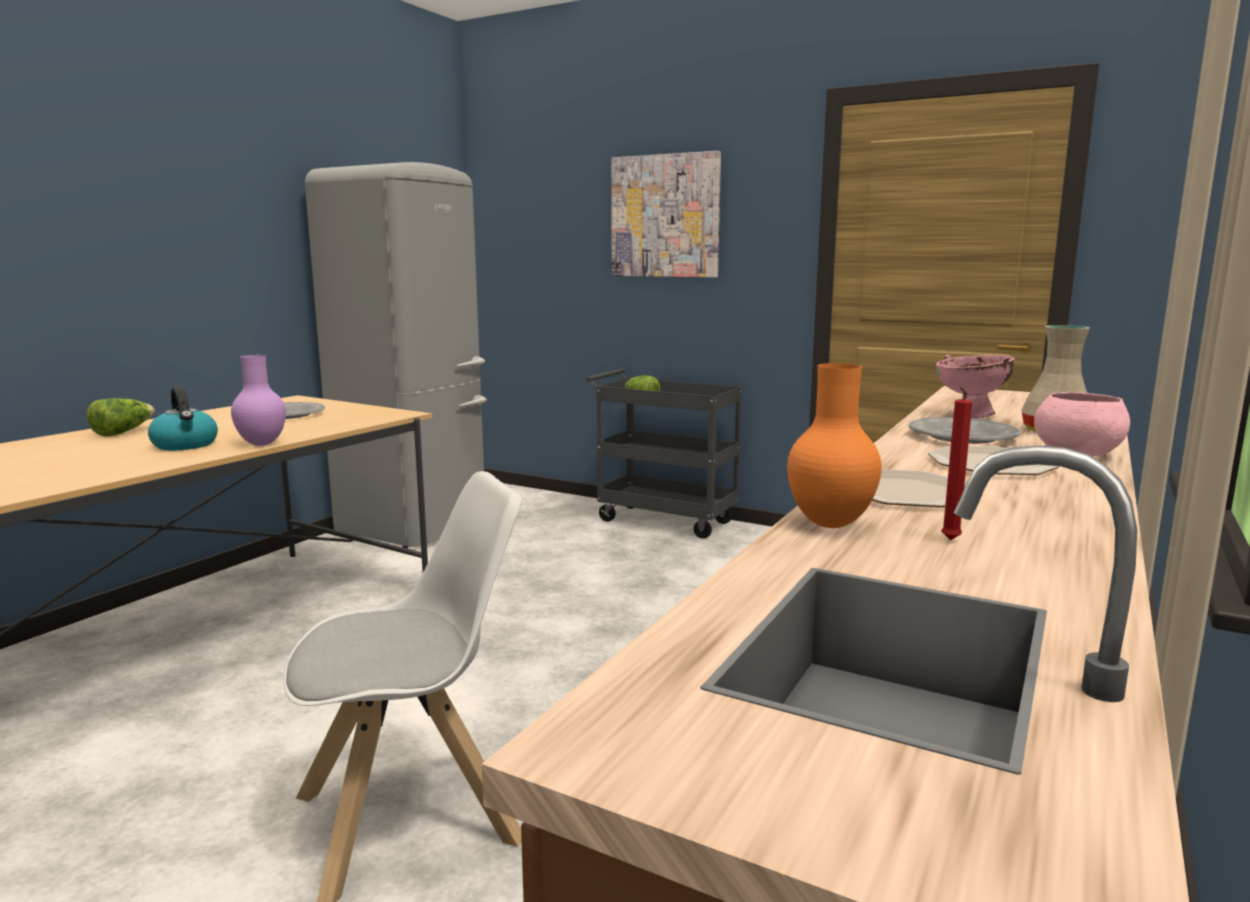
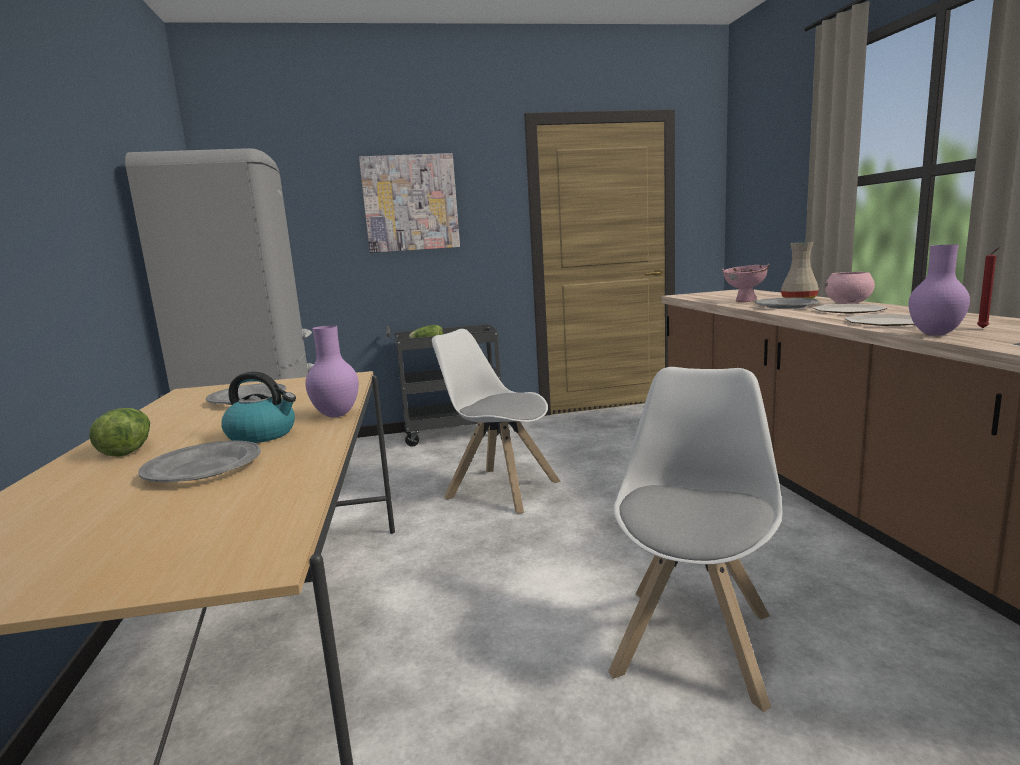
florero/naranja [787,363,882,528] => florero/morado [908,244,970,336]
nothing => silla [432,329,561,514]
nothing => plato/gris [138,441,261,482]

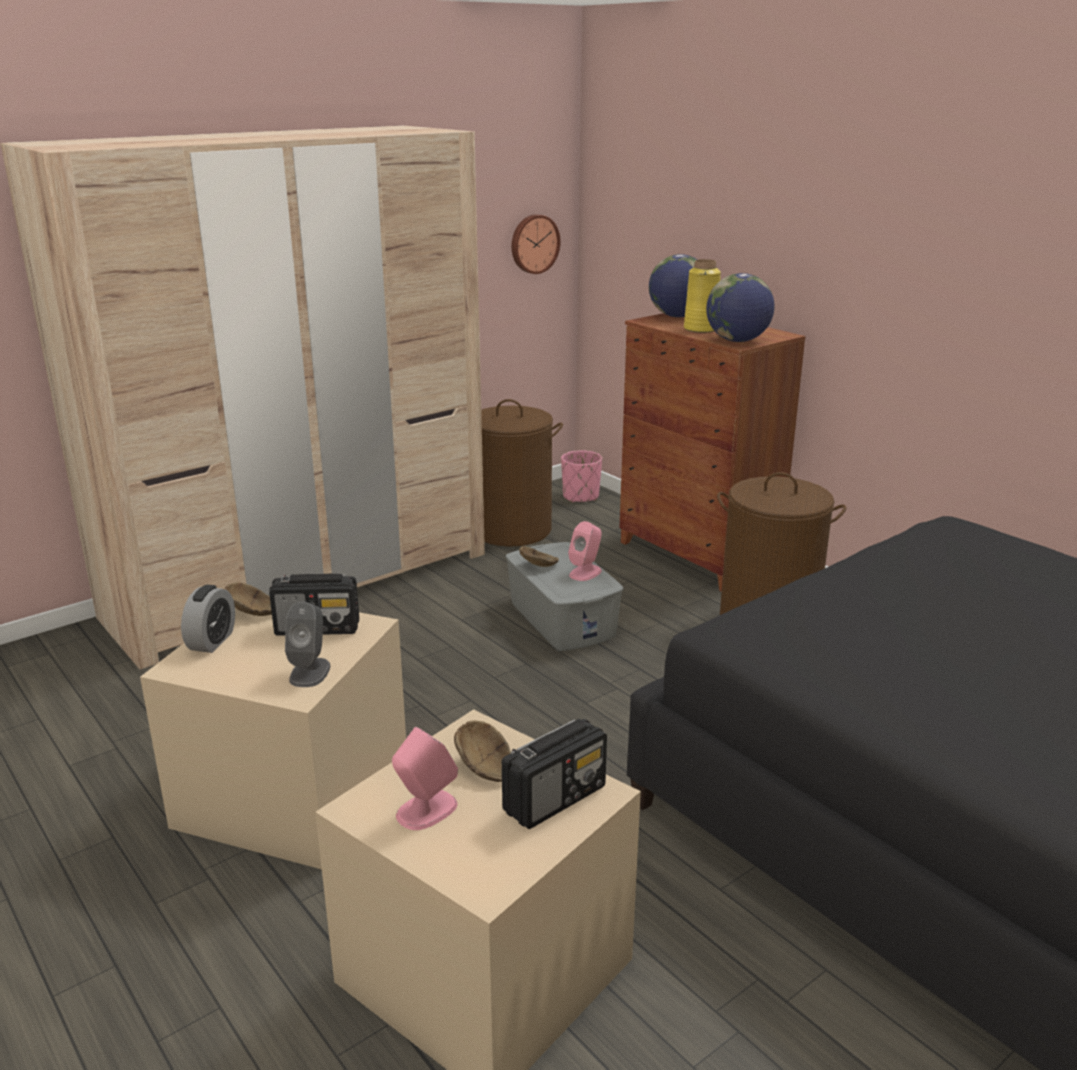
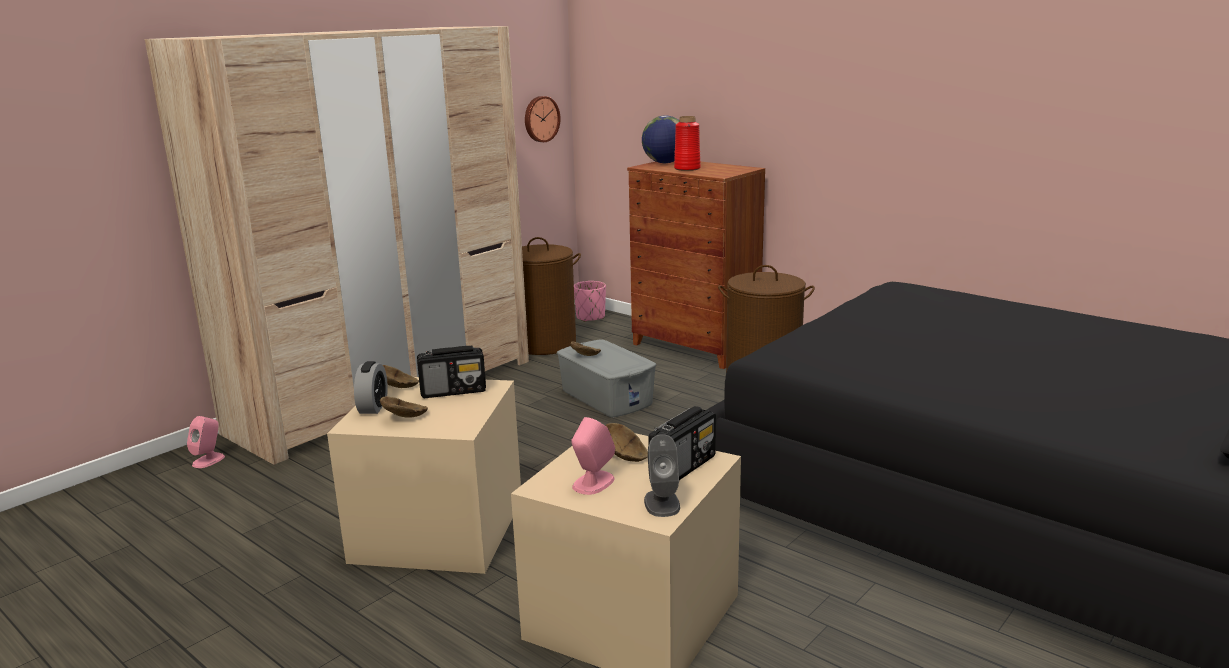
florero/amarillo [684,259,721,333] => florero/rojo [674,116,701,171]
globo terráqueo [706,273,774,342] => nothing
altavoz/rosa [568,521,602,581] => altavoz/rosa [187,416,225,468], shifted
altavoz/gris [285,602,330,687] => altavoz/gris [644,434,680,517], shifted
nothing => cuenco/marrón [380,396,428,418]

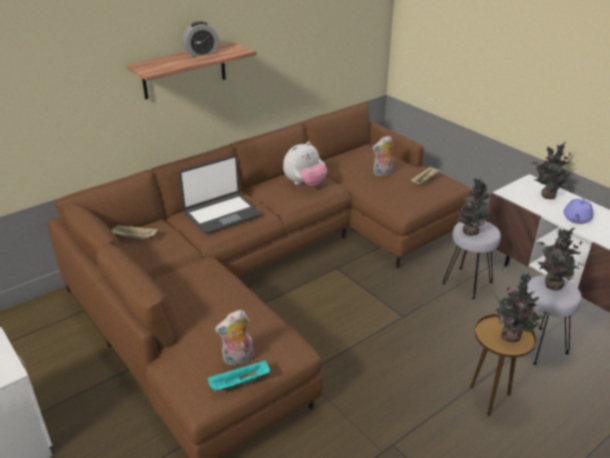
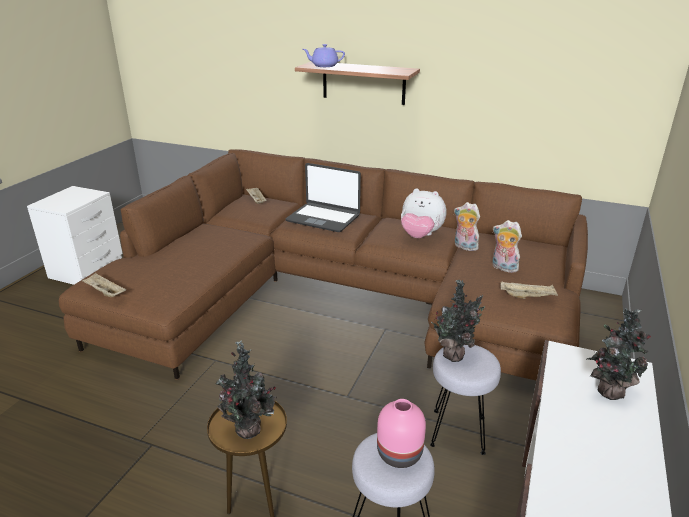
despertador [183,21,219,57] => nothing
tetera/morado [564,198,594,224] => tetera/morado [303,44,345,67], shifted
planta en maceta [538,227,587,291] => florero/rosa [377,399,426,468]
peluche [215,310,253,366] => peluche [454,202,480,251], shifted
bandeja/turquesa [207,360,270,391] => bandeja/beis [82,273,126,297]

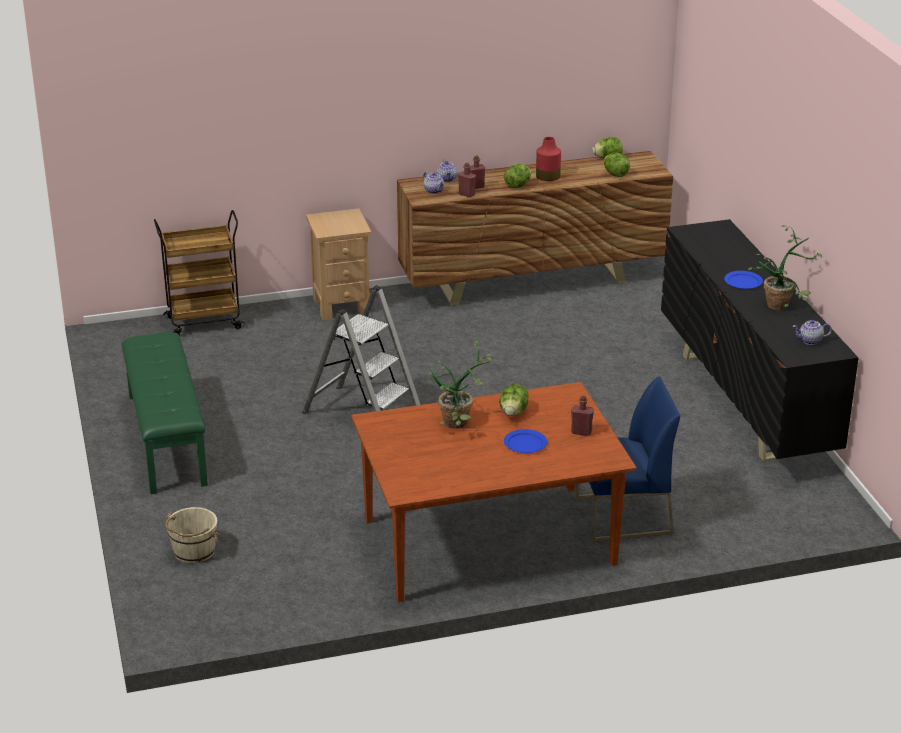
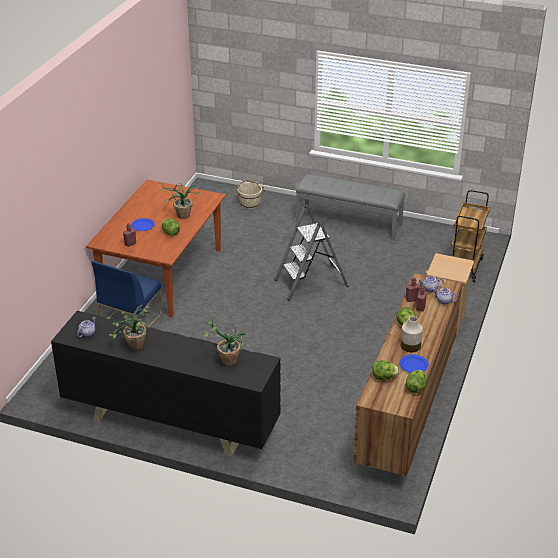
florero/rojo [536,137,561,181] => florero/beis [400,316,423,352]
plato/azul [724,271,763,289] => plato/azul [399,354,429,373], shifted
banco/verde [121,332,208,494] => banco/gris [296,174,405,240]
nothing => planta en maceta [203,311,250,366]

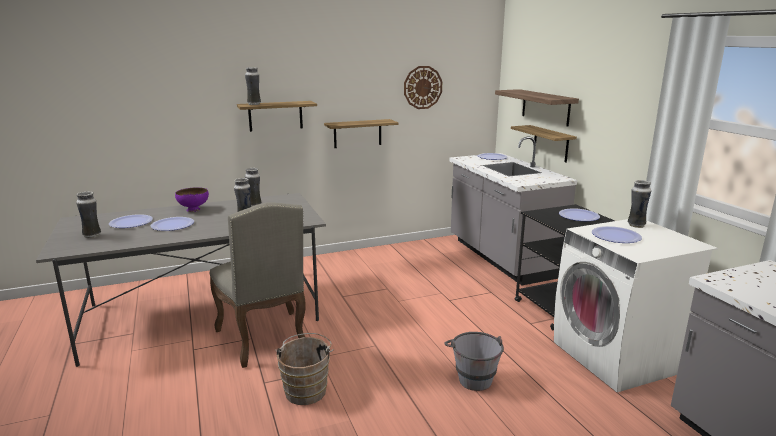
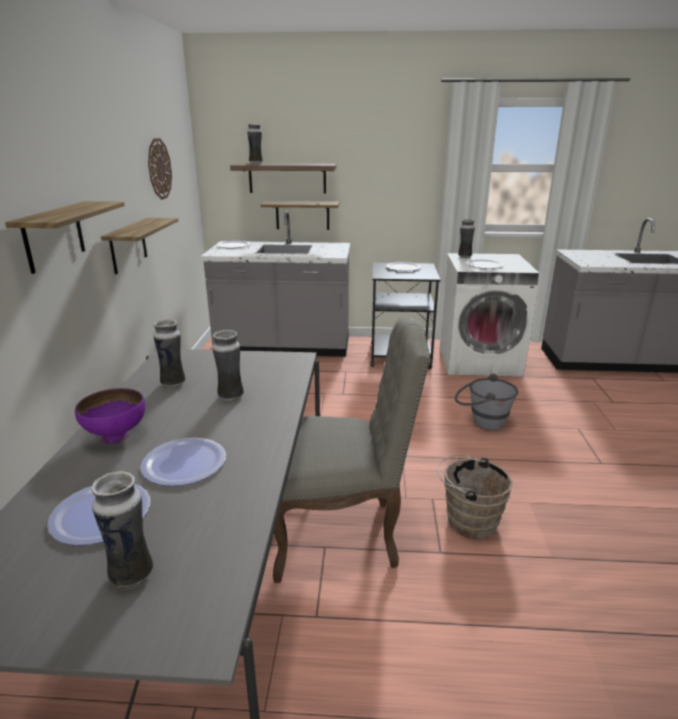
florero [245,67,261,105] => florero [247,124,263,164], shifted

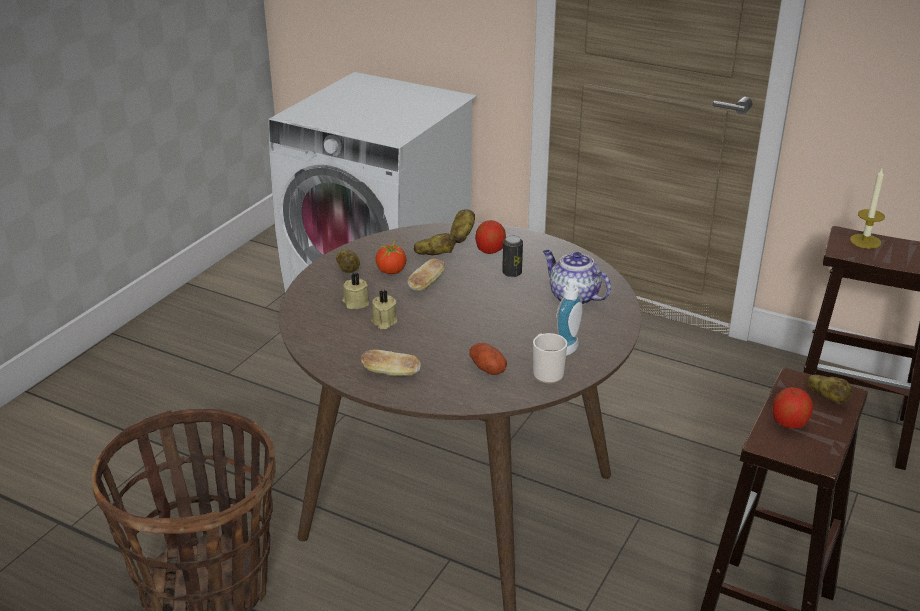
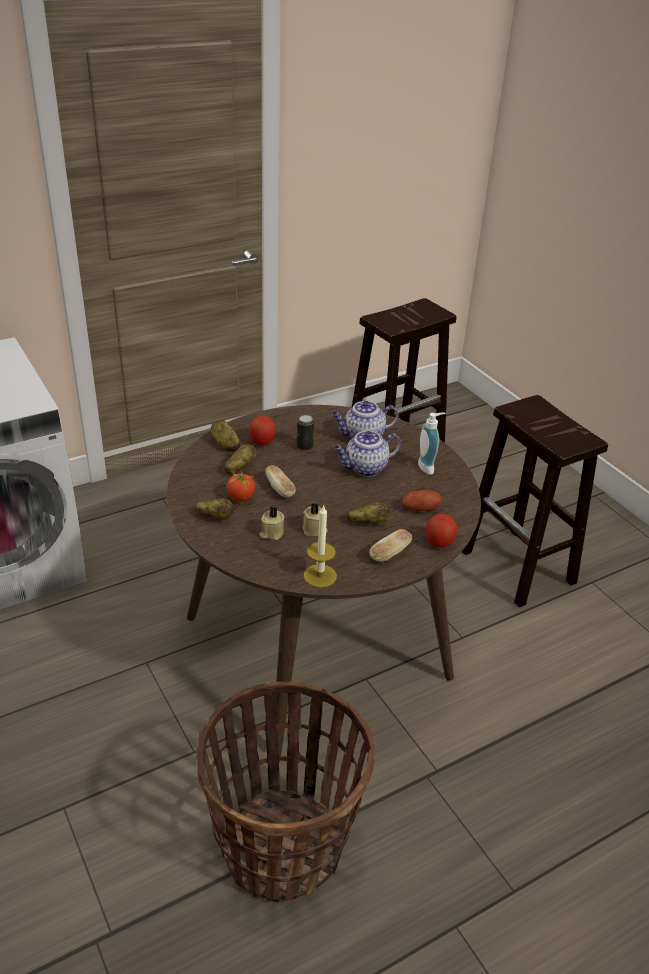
vela [850,169,885,249] => vela [303,505,337,588], shifted
taza grande [533,333,567,384] => nothing
patata [807,375,853,404] => patata [347,502,390,524], shifted
manzana [773,387,813,429] => manzana [426,514,457,547], shifted
nothing => tetera [334,431,401,477]

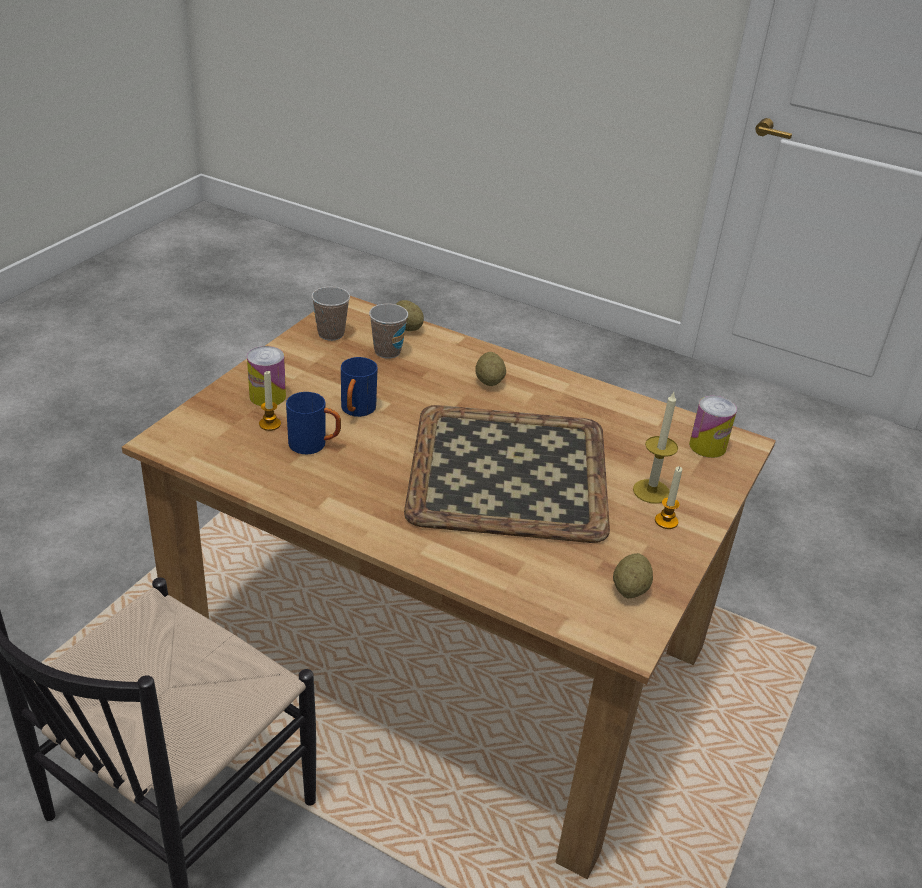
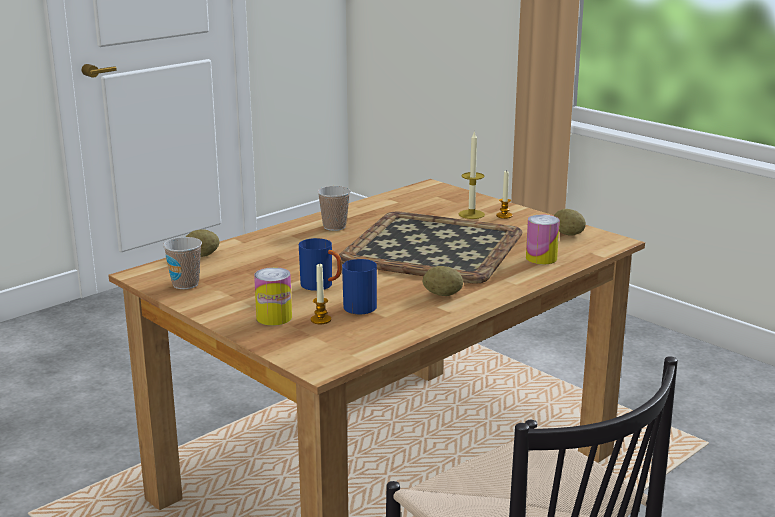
taza [369,304,408,359] => taza [317,186,350,231], shifted
patata [475,352,506,386] => patata [423,266,463,296], shifted
lata [689,396,737,458] => lata [526,214,560,265], shifted

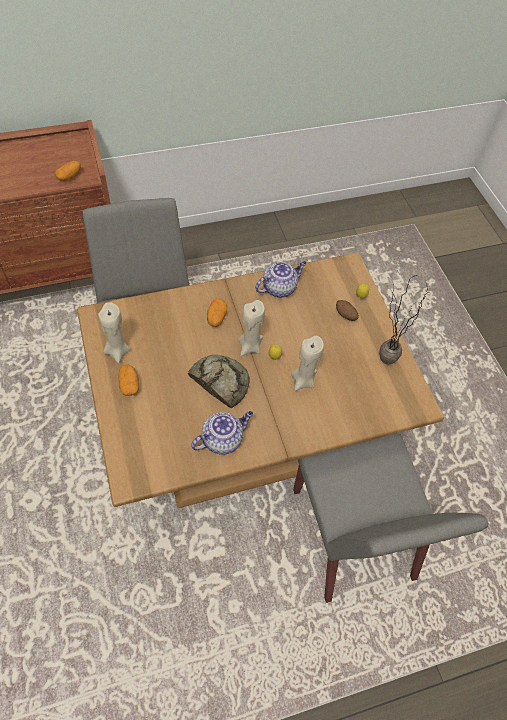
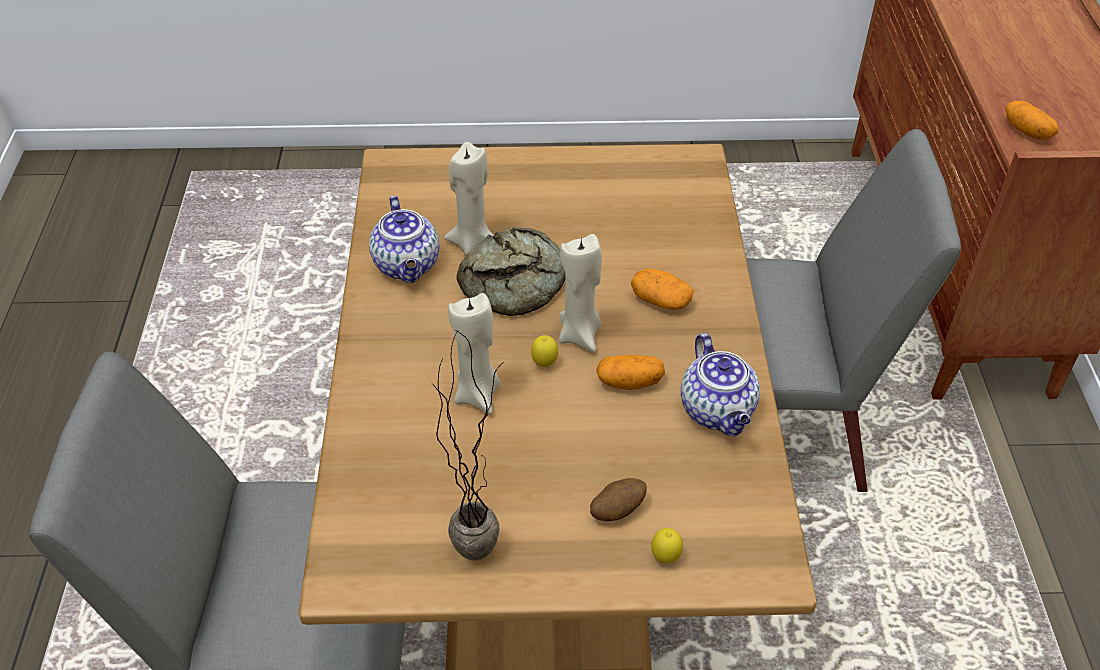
vela/beis [98,302,130,363] => vela/beis [444,142,494,256], shifted
patata [119,364,139,396] => patata [597,355,665,390], shifted

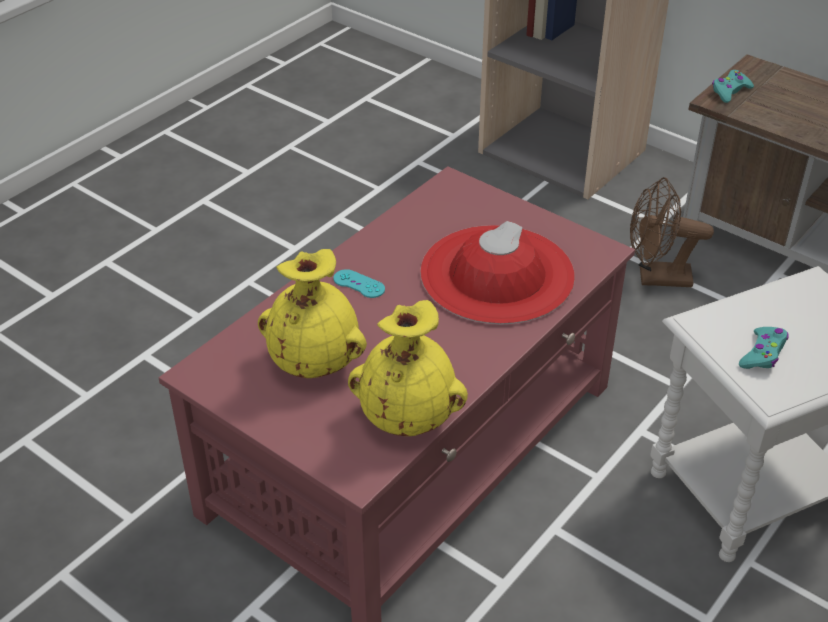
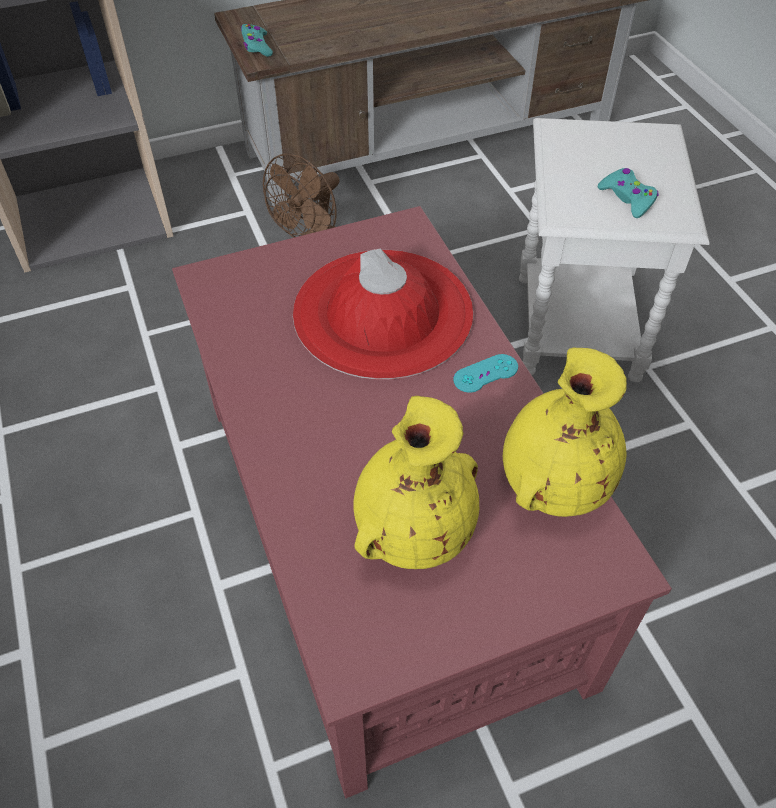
mando de consola/turquesa [334,269,385,298] => mando de consola/turquesa [453,354,518,393], shifted

